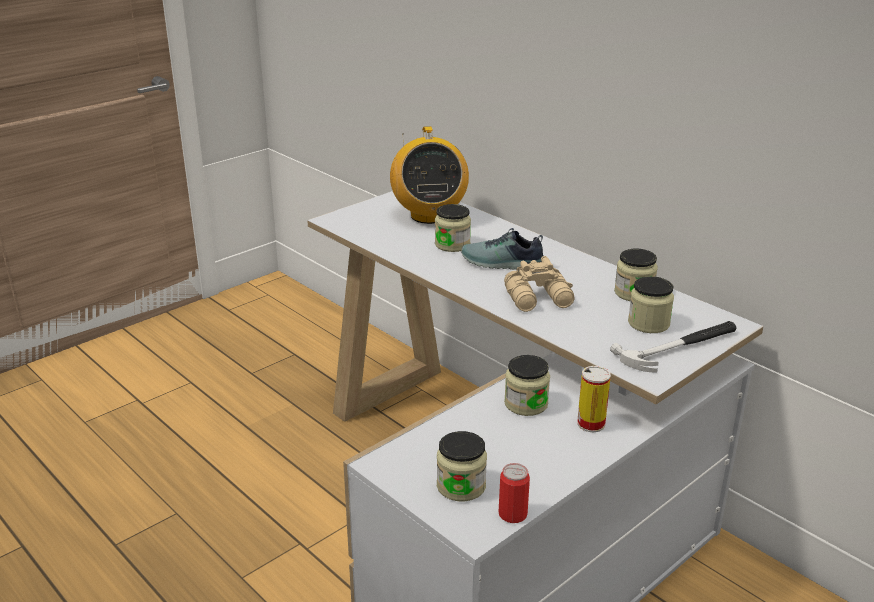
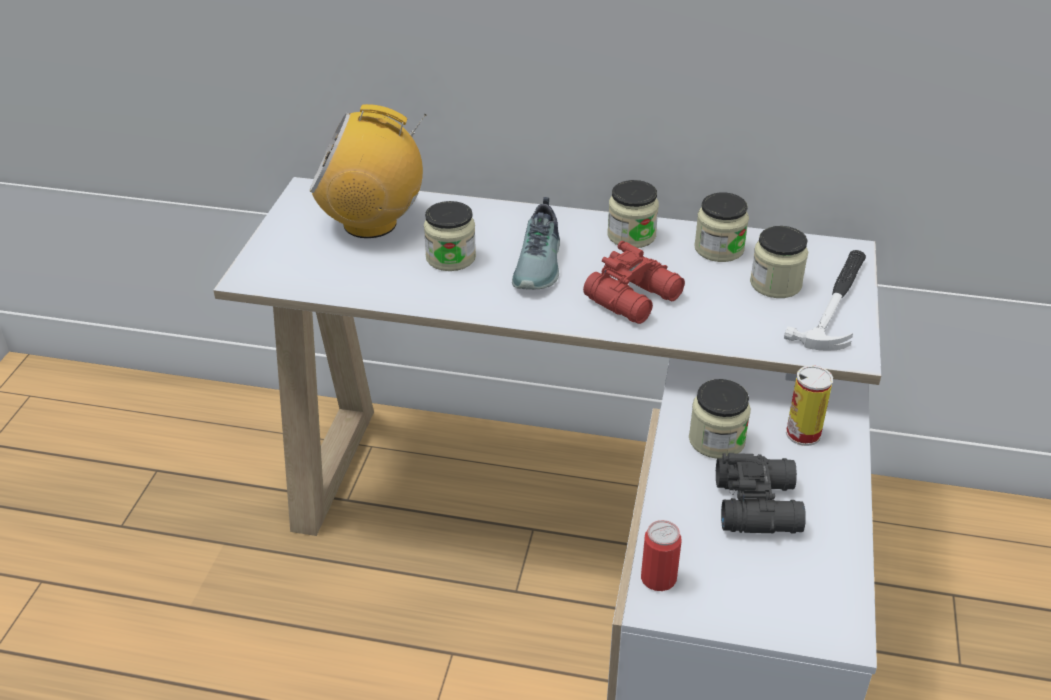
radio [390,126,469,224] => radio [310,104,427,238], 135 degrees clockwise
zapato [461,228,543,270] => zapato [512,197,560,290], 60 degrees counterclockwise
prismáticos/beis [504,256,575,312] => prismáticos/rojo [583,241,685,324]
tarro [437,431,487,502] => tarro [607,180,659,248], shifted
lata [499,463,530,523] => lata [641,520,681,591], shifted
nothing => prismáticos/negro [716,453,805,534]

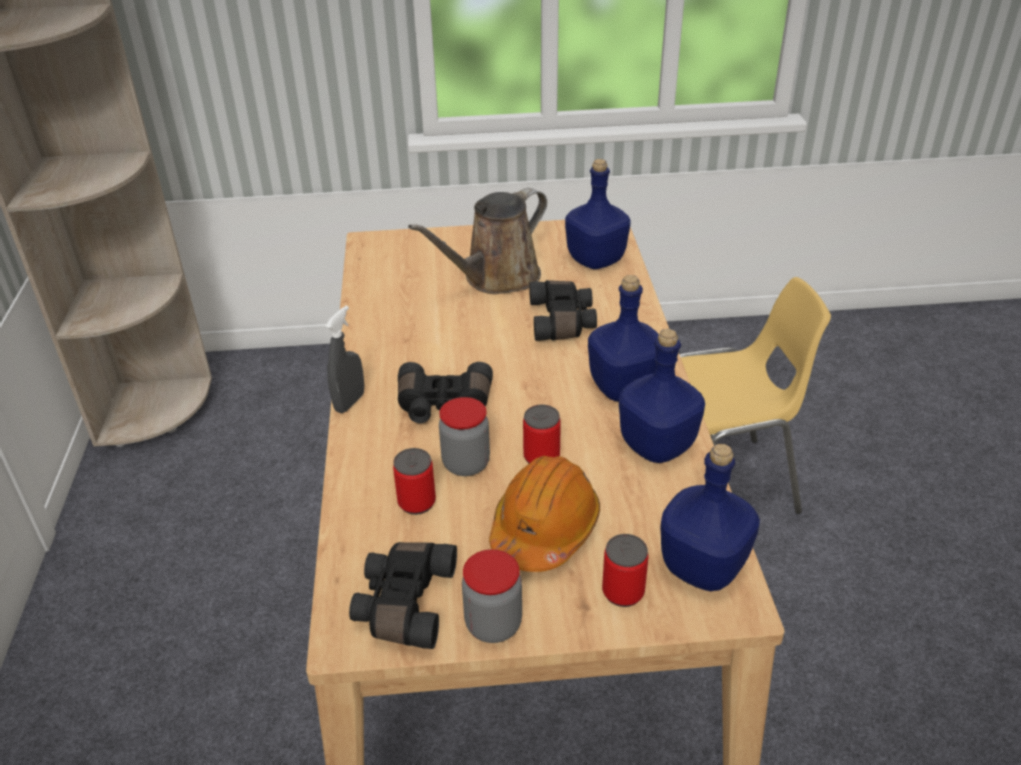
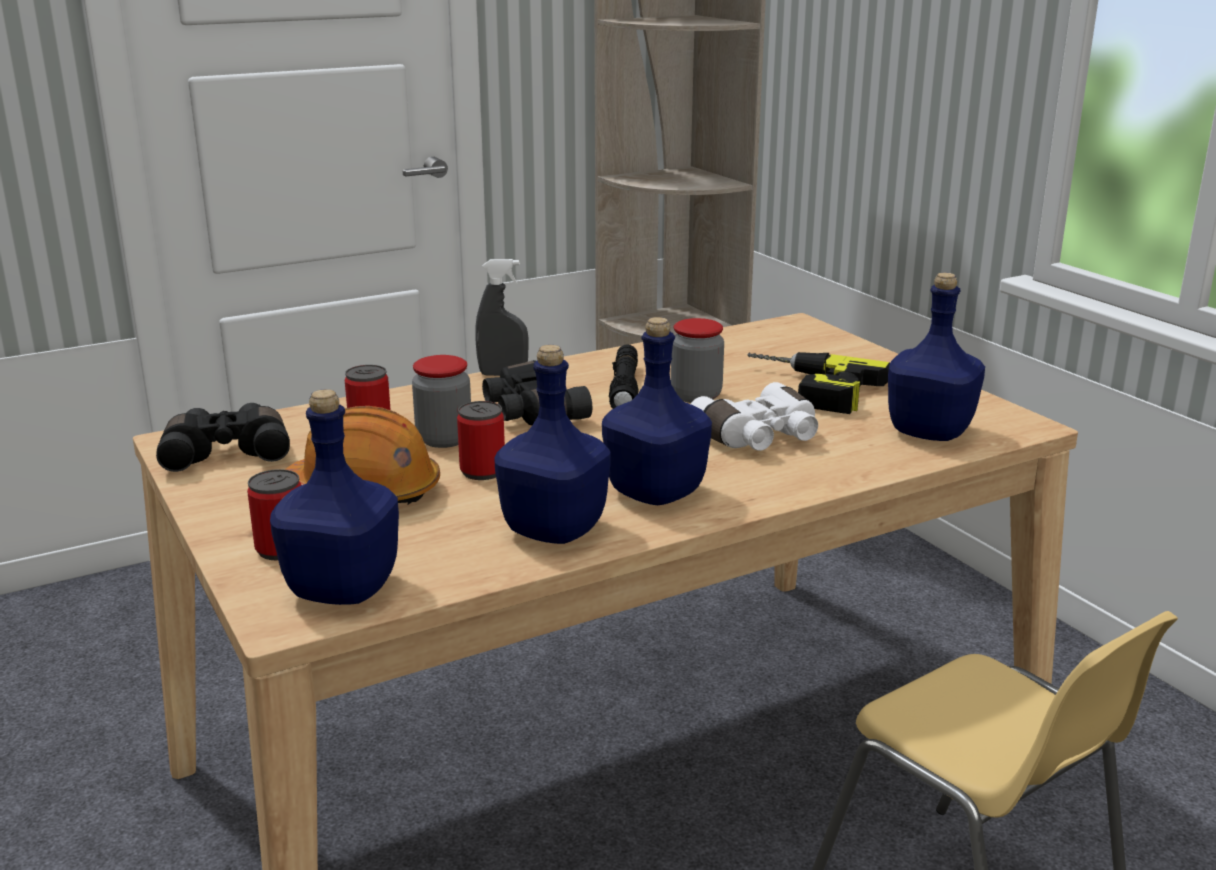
regadera/marrón [408,188,547,294] => taladro [747,352,890,414]
prismáticos/negro [529,280,597,341] => prismáticos/blanco [691,382,818,451]
tarro [462,549,522,643] => tarro [671,318,724,403], shifted
nothing => linterna/negro [609,344,639,409]

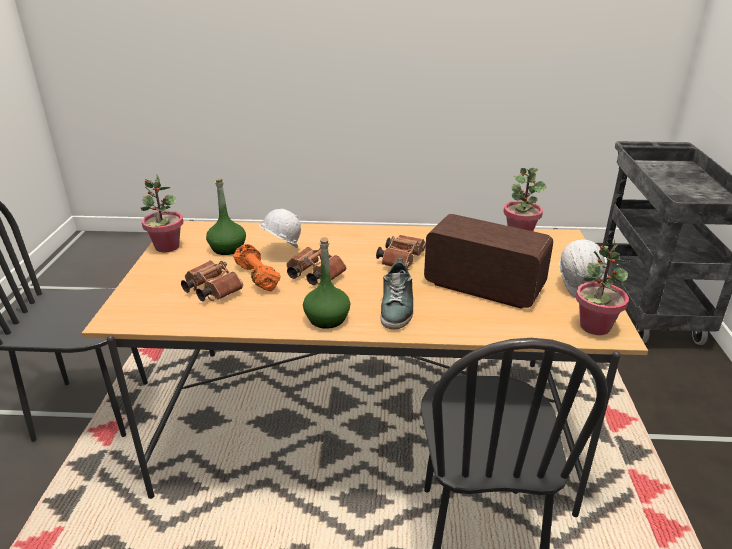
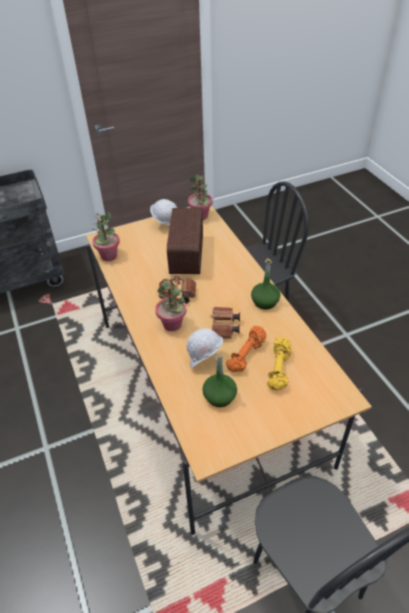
planta en maceta [141,174,183,252] => planta en maceta [155,280,186,331], shifted
zapato [380,258,413,329] => nothing
prismáticos/marrón [181,260,243,301] => mancuerna/amarillo [267,338,292,391]

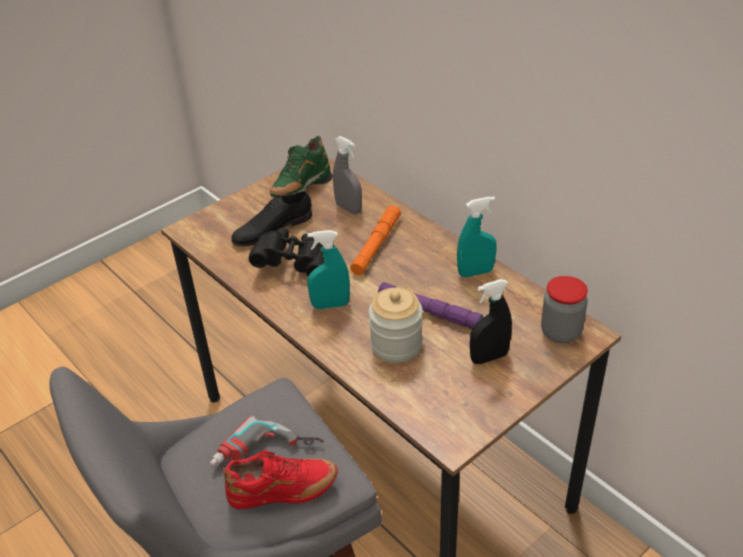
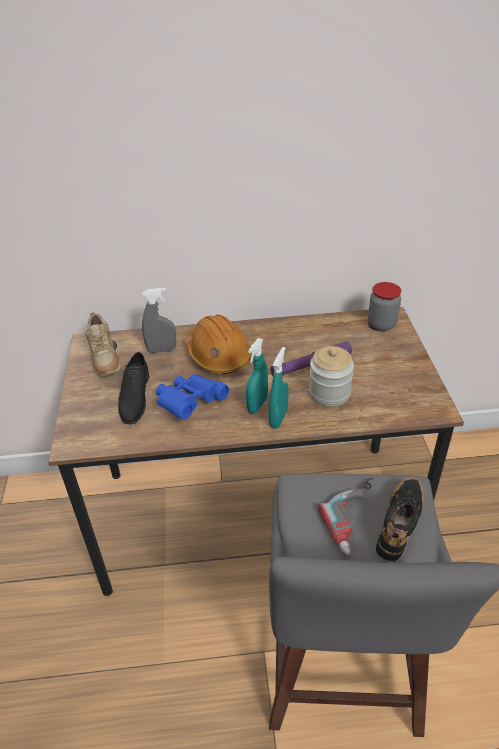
zapato/verde [269,136,331,197] => zapato/beis [85,312,121,377]
pulverizador/turquesa [457,197,497,277] => pulverizador/turquesa [269,347,289,429], shifted
linterna/naranja [350,205,401,275] => casco/naranja [185,315,252,374]
prismáticos/negro [249,228,324,276] => prismáticos/azul [156,374,229,420]
pulverizador/negro [469,279,512,364] => nothing
zapato/rojo [223,450,338,509] => zapato/negro [376,477,424,561]

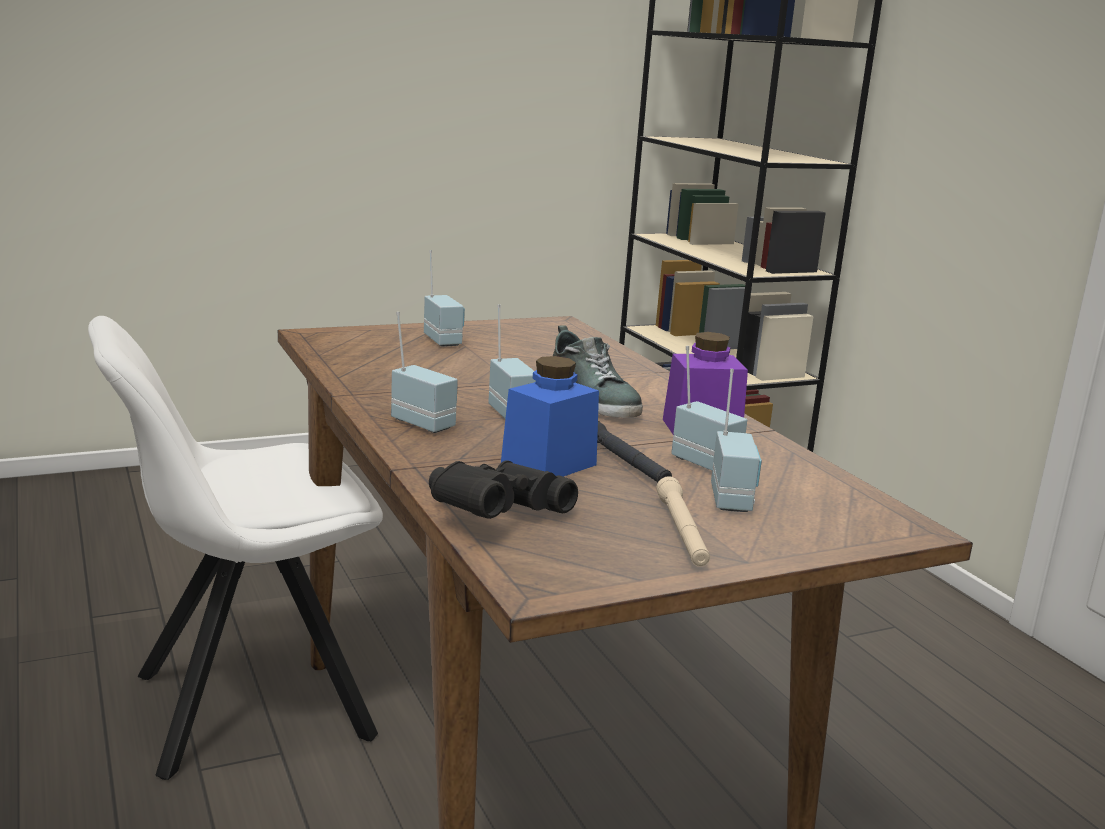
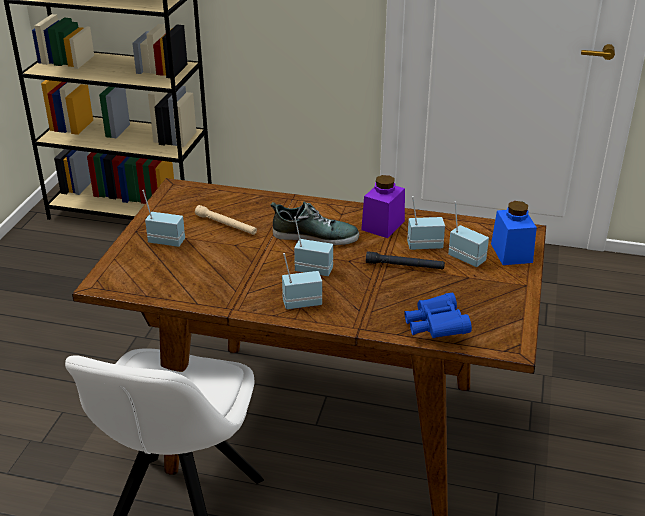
tarro/azul [501,356,599,477] => tarro/azul [491,201,537,265], shifted
prismáticos/negro [429,460,578,519] => prismáticos/azul [404,293,472,338]
linterna/beis [656,476,710,567] => linterna/beis [195,205,257,235], shifted

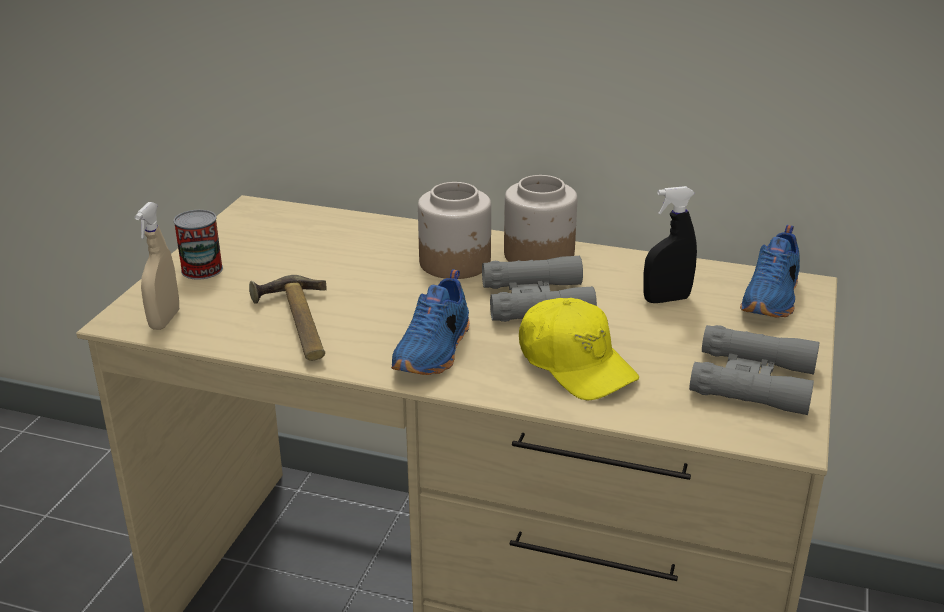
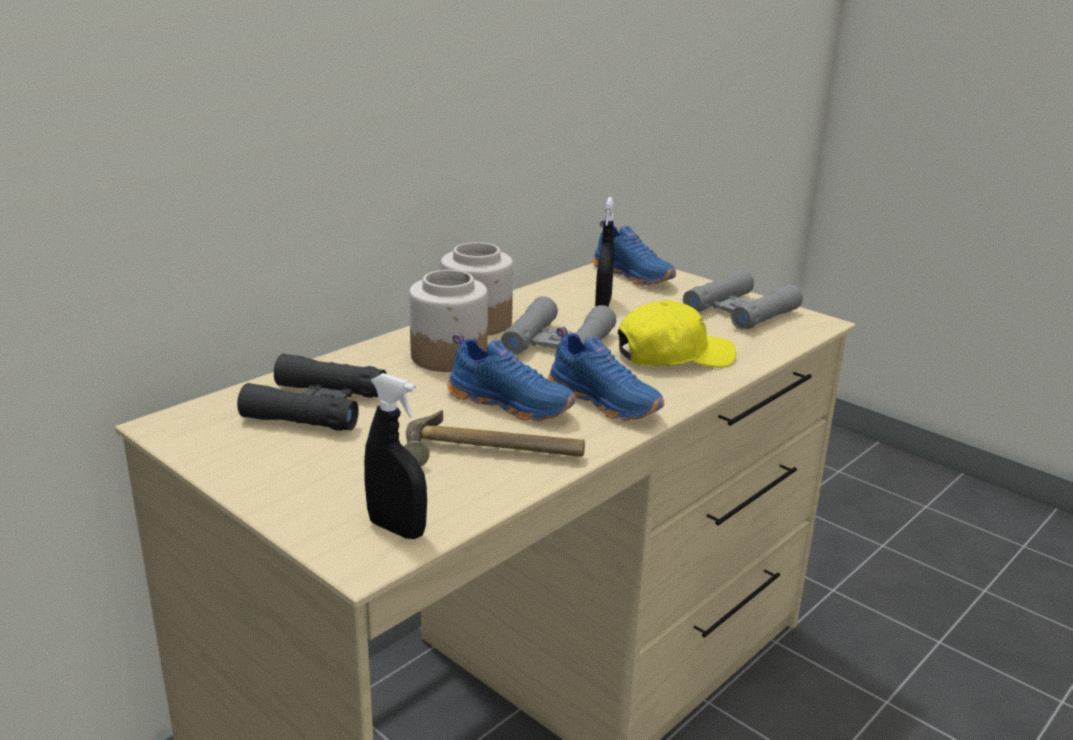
pulverizador/beis [135,202,179,330] => pulverizador/negro [364,373,427,539]
lata [174,210,223,280] => nothing
nothing => zapato/azul [447,333,576,421]
nothing => prismáticos/negro [237,354,387,431]

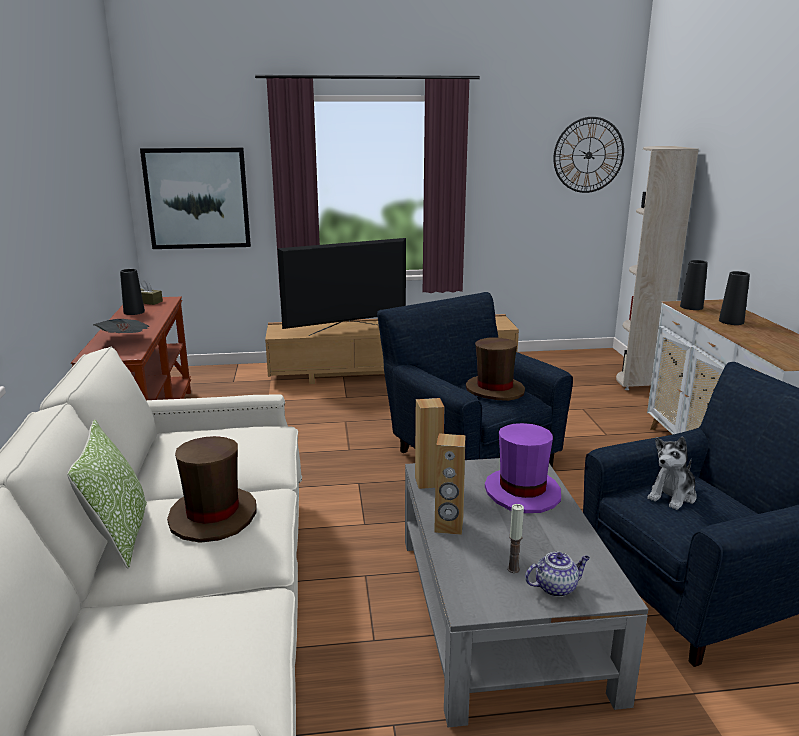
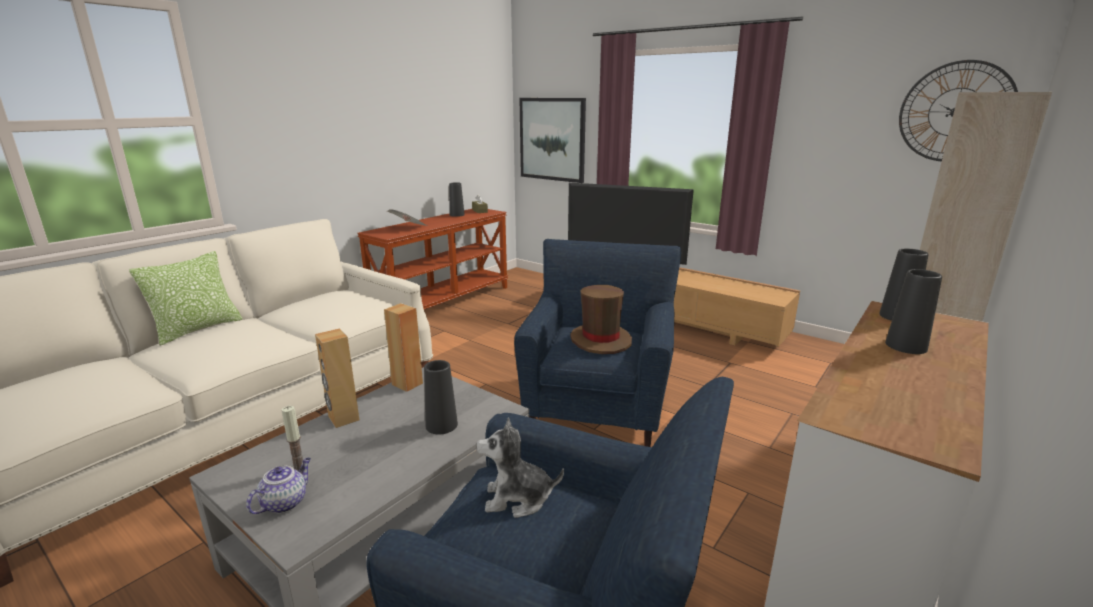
sombrero/morado [485,423,561,513] => florero/negro [424,360,458,434]
sombrero/marrón [167,436,257,543] => nothing
tetera [525,552,590,597] => tetera [246,458,311,514], 90 degrees counterclockwise

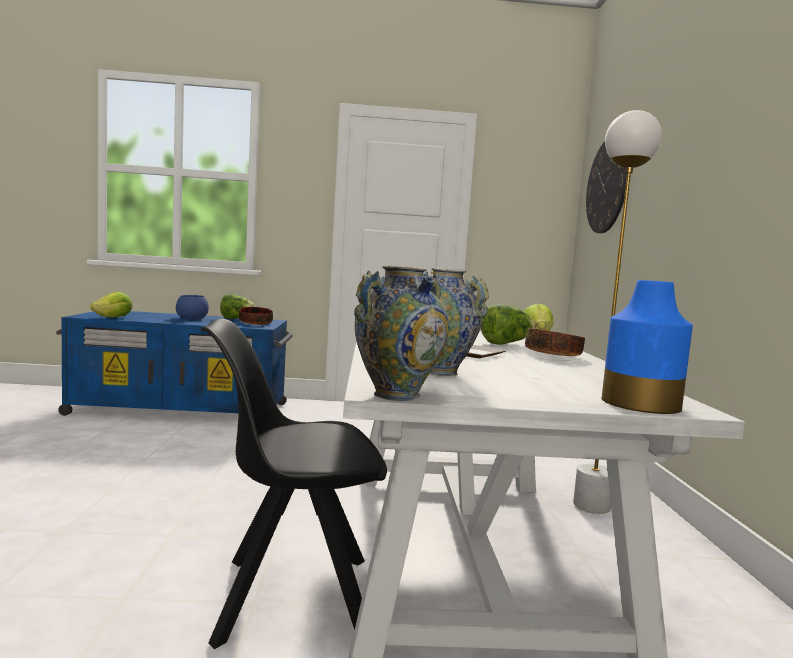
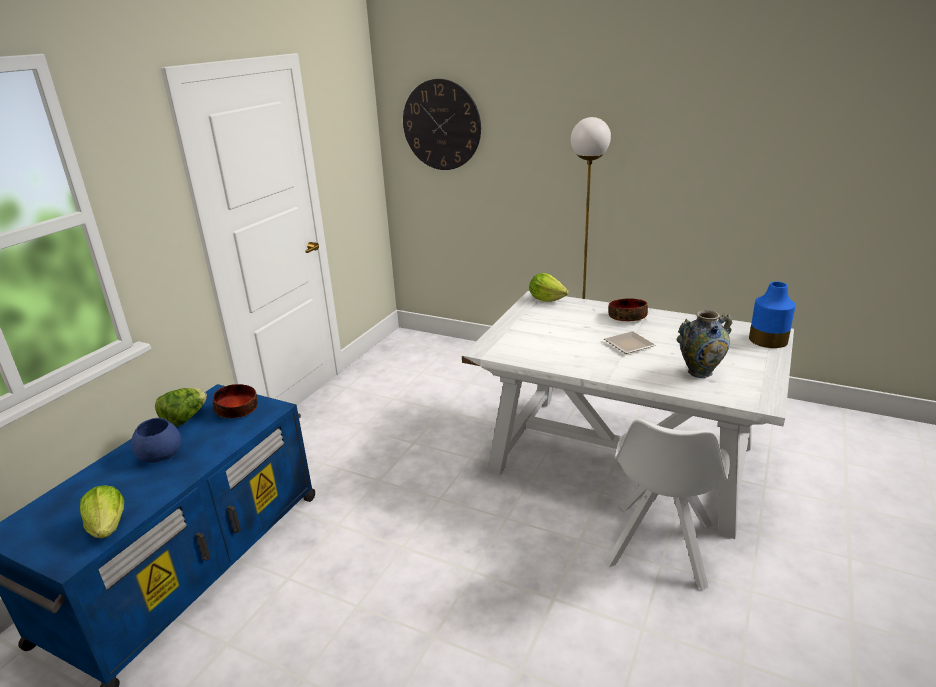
florero [354,266,449,401] => nothing
lechuga [481,304,536,344] => nothing
silla/negro [201,318,387,649] => silla/blanco [606,419,730,590]

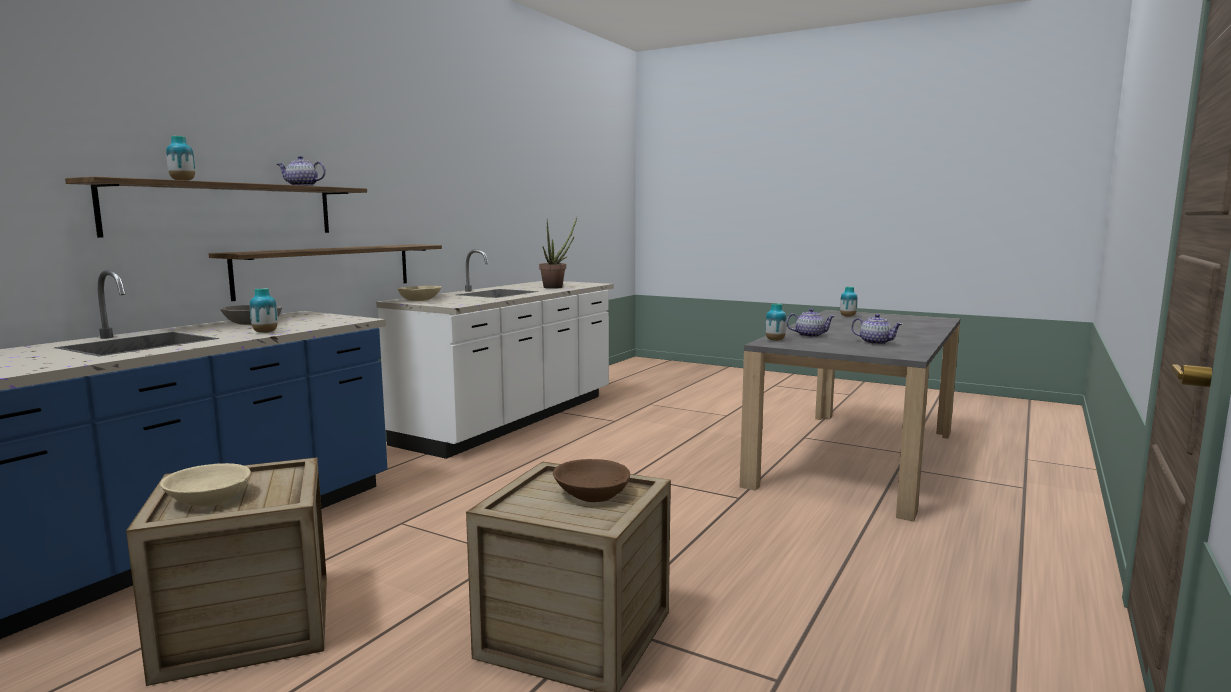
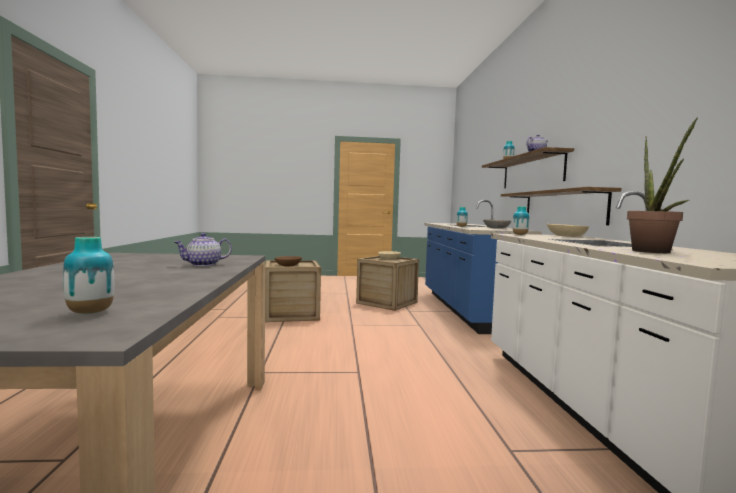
florero [765,303,787,341] => florero [512,206,530,235], shifted
tetera [851,314,902,345] => nothing

